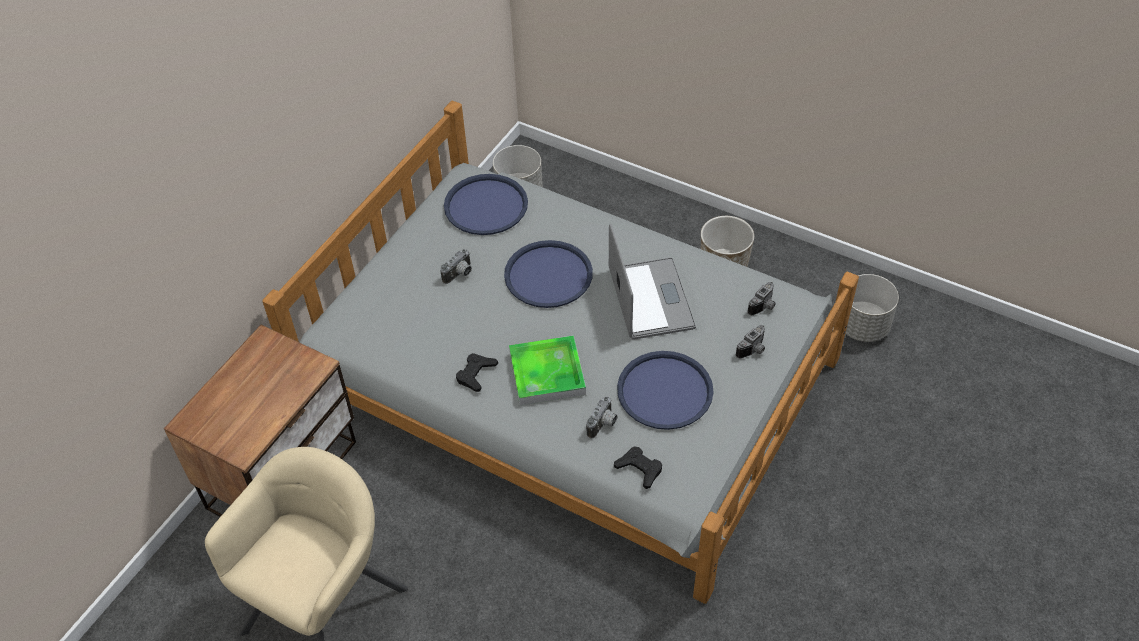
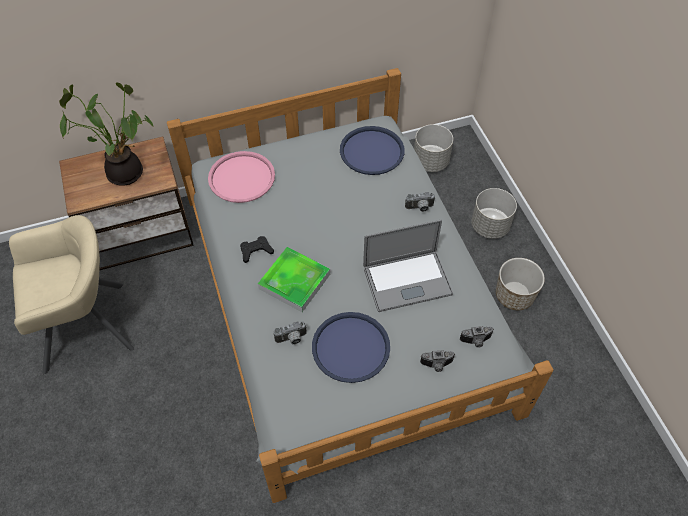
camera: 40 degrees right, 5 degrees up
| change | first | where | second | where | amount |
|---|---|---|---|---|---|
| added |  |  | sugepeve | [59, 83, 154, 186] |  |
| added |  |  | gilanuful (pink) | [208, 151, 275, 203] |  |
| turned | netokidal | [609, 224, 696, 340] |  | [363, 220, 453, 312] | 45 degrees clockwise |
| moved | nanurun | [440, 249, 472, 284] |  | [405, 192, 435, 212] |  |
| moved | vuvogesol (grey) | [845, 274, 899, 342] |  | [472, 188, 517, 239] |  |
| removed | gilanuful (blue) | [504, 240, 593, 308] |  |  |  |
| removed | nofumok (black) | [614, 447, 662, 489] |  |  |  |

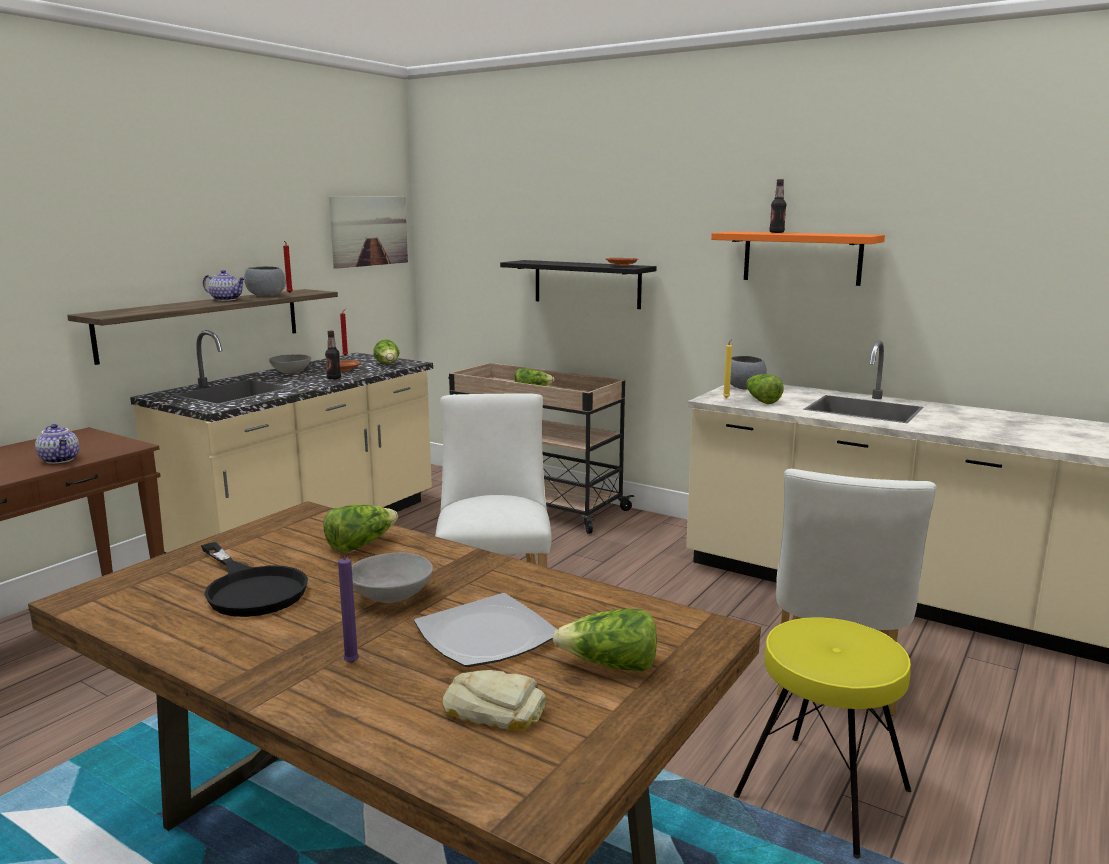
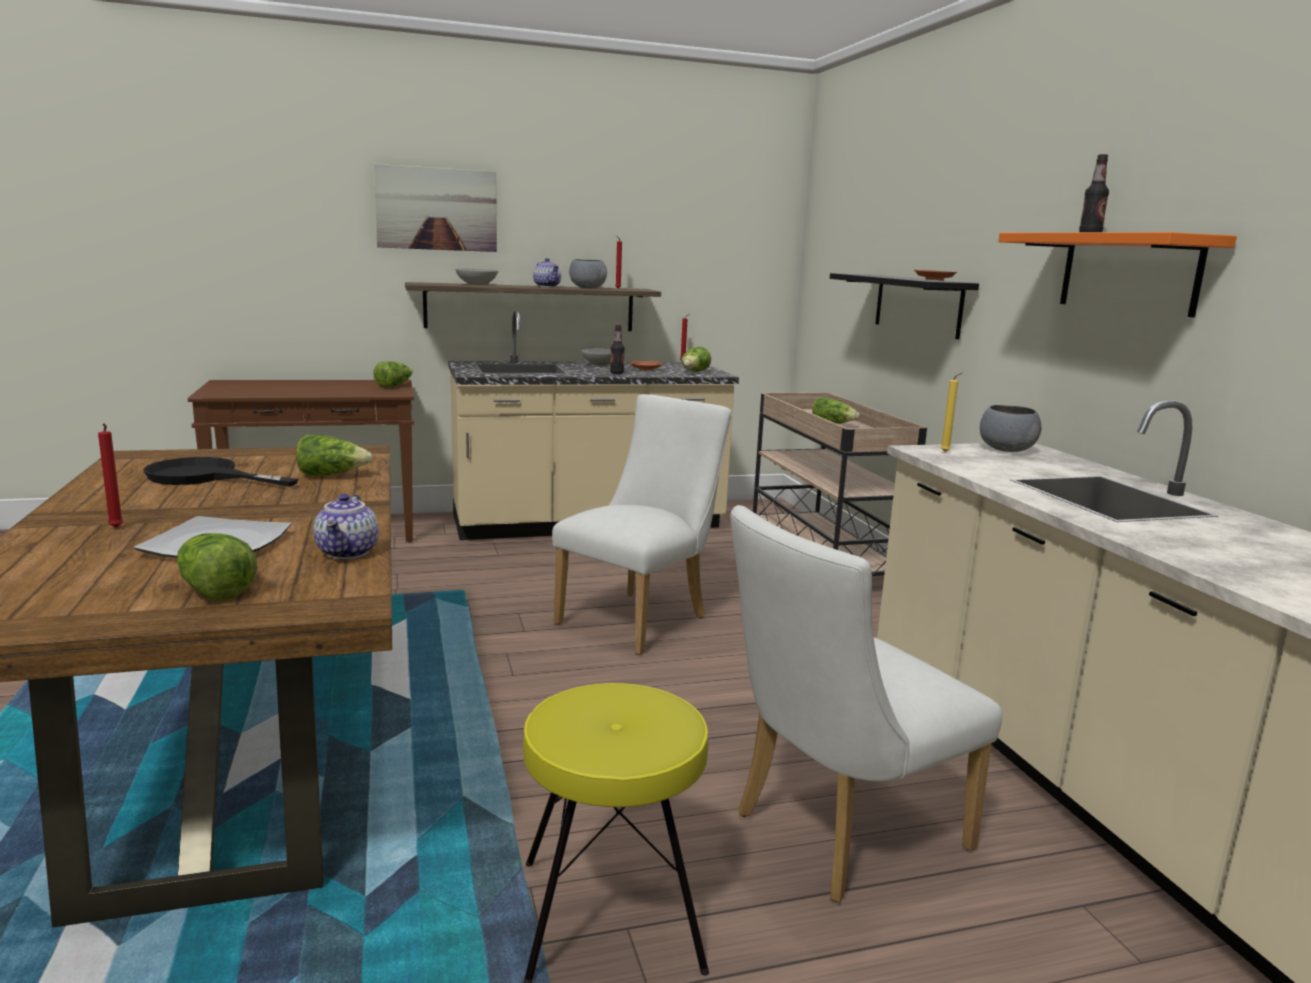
camera: 40 degrees right, 0 degrees up
| change | first | where | second | where | amount |
|---|---|---|---|---|---|
| recoloured | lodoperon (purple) | [338, 550, 359, 663] | lodoperon (red) | [98, 423, 124, 528] |  |
| turned | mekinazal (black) | [201, 542, 308, 617] |  | [143, 457, 298, 487] | 105 degrees clockwise |
| moved | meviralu | [35, 424, 79, 464] |  | [313, 494, 379, 559] |  |
| moved | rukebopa | [746, 374, 783, 404] |  | [373, 361, 413, 388] |  |
| moved | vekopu | [329, 196, 408, 269] |  | [374, 164, 497, 252] |  |
| moved | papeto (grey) | [352, 553, 433, 603] |  | [455, 269, 498, 285] |  |
| removed | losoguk | [443, 670, 546, 730] |  |  |  |

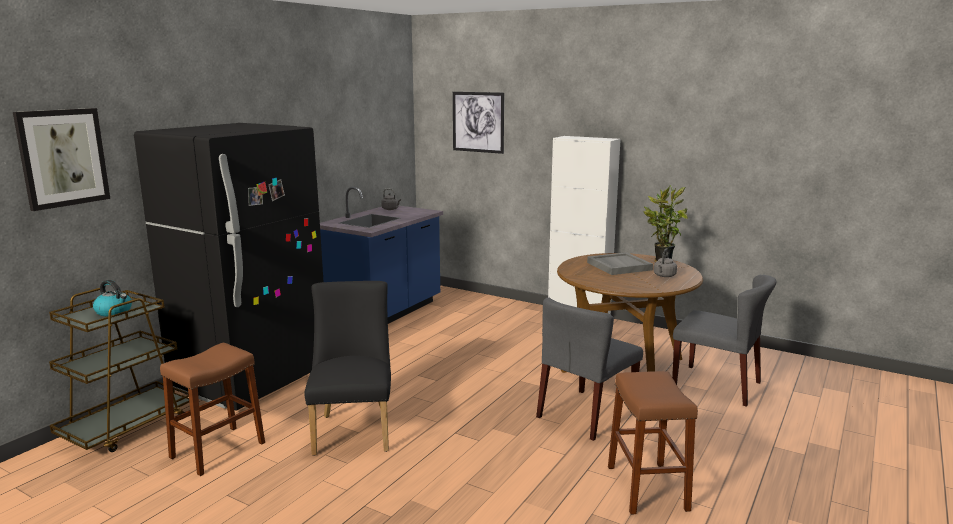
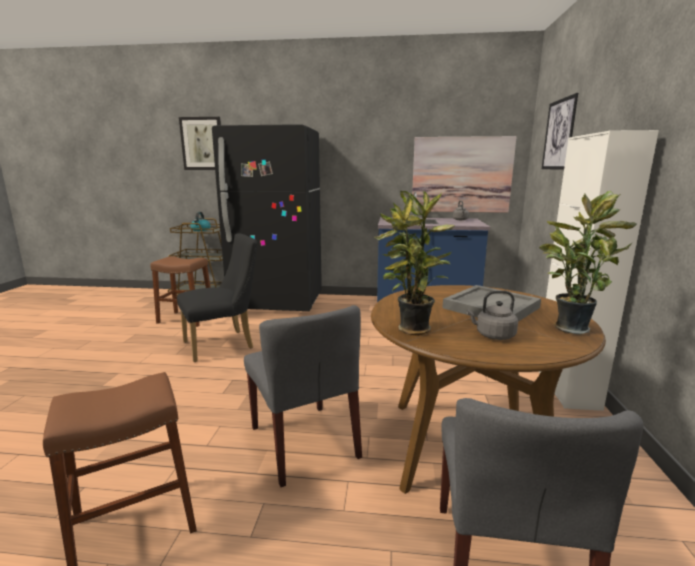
camera: 65 degrees right, 0 degrees up
| change | first | where | second | where | amount |
|---|---|---|---|---|---|
| turned | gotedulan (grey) | [536, 298, 643, 441] |  | [244, 305, 362, 487] | 135 degrees counterclockwise |
| added |  |  | sugepeve | [375, 191, 455, 336] |  |
| added |  |  | vekopu | [412, 136, 517, 213] |  |

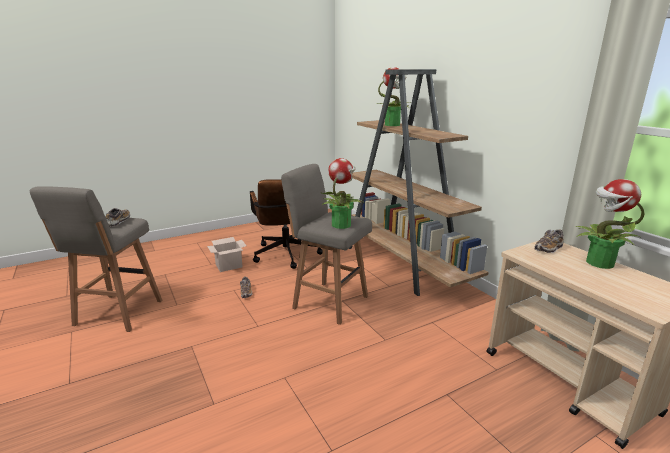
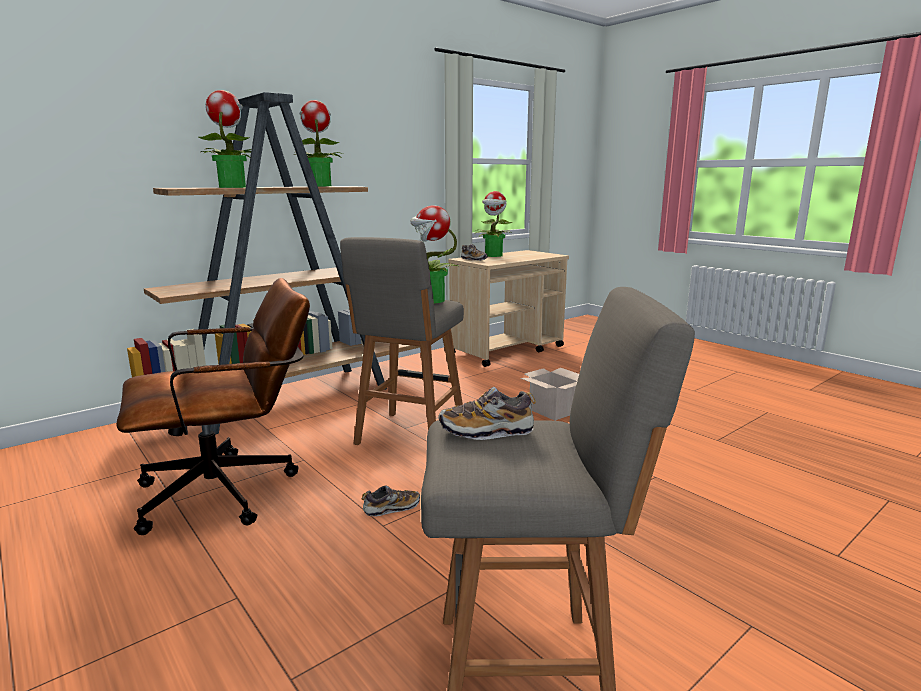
camera: 100 degrees left, 5 degrees down
| change | first | where | second | where | amount |
|---|---|---|---|---|---|
| added |  |  | sugepeve | [293, 100, 343, 186] |  |
| moved | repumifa | [207, 237, 247, 272] |  | [520, 368, 579, 421] |  |

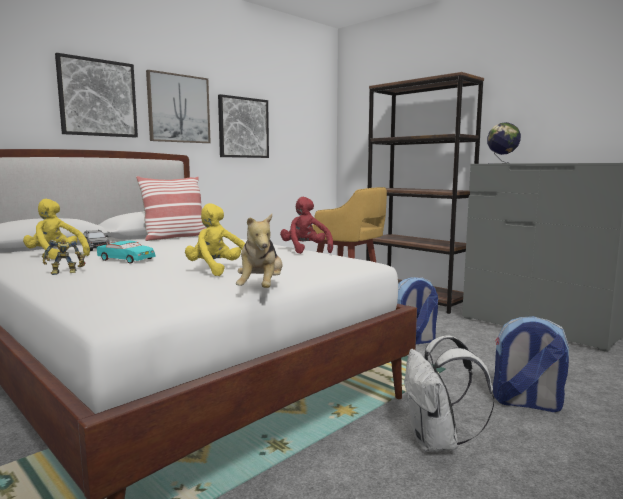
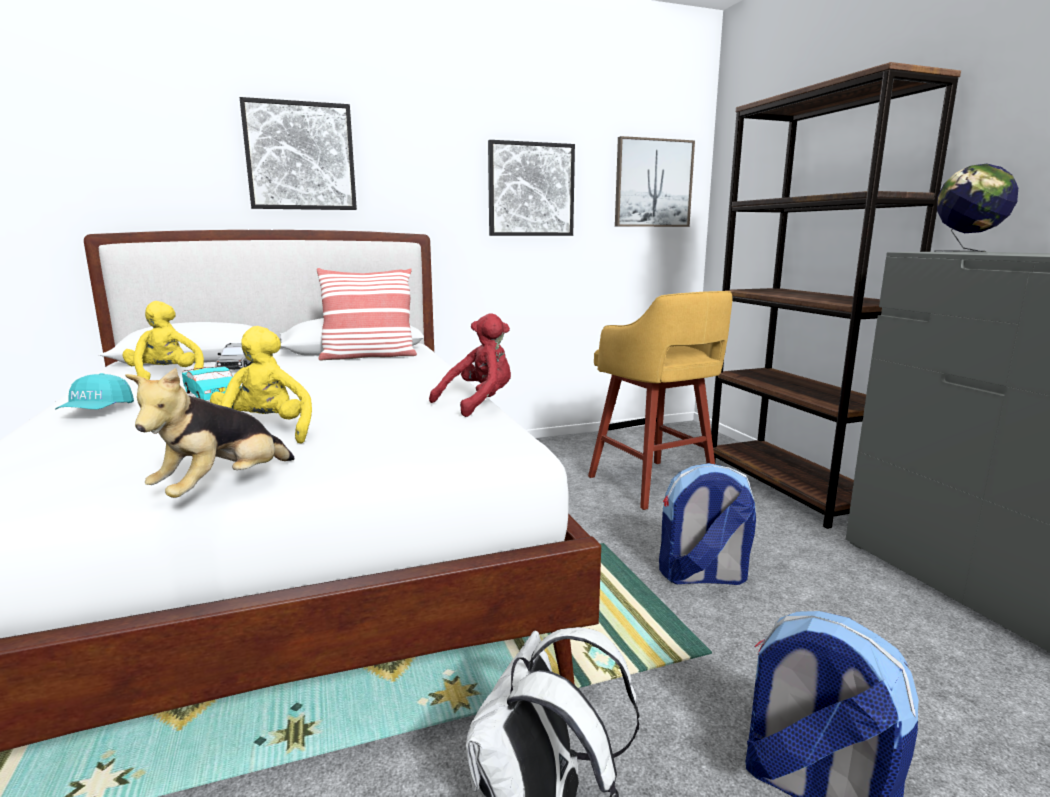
camera: 25 degrees right, 5 degrees up
| change | first | where | second | where | amount |
|---|---|---|---|---|---|
| replaced | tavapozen | [42, 239, 86, 275] | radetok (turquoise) | [55, 373, 134, 410] |  |
| turned | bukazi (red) | [280, 197, 333, 254] |  | [429, 313, 511, 417] | 45 degrees clockwise |
| moved | vekopu | [146, 70, 211, 143] |  | [615, 136, 695, 227] |  |

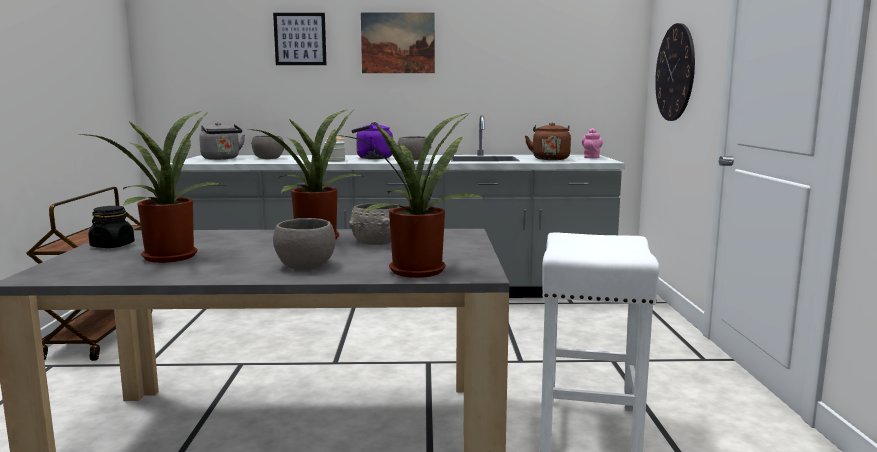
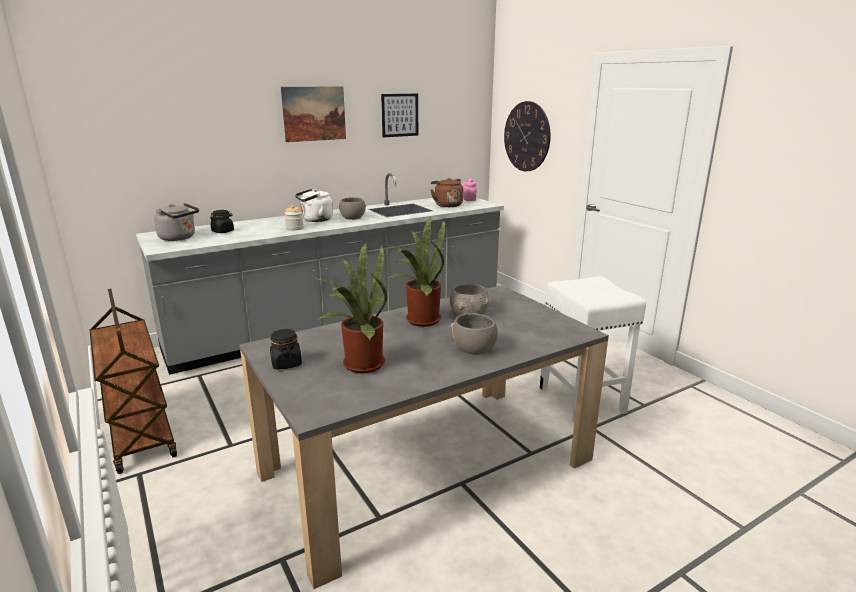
camera: 30 degrees left, 10 degrees up
| change | first | where | second | where | amount |
|---|---|---|---|---|---|
| replaced | papeto (grey) | [251, 135, 284, 159] | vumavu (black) | [210, 210, 234, 233] |  |
| recoloured | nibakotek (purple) | [352, 122, 393, 159] | nibakotek (white) | [295, 189, 333, 222] |  |
| moved | vekopu | [273, 13, 327, 65] |  | [381, 94, 418, 137] |  |
| removed | sugepeve | [336, 113, 486, 278] |  |  |  |

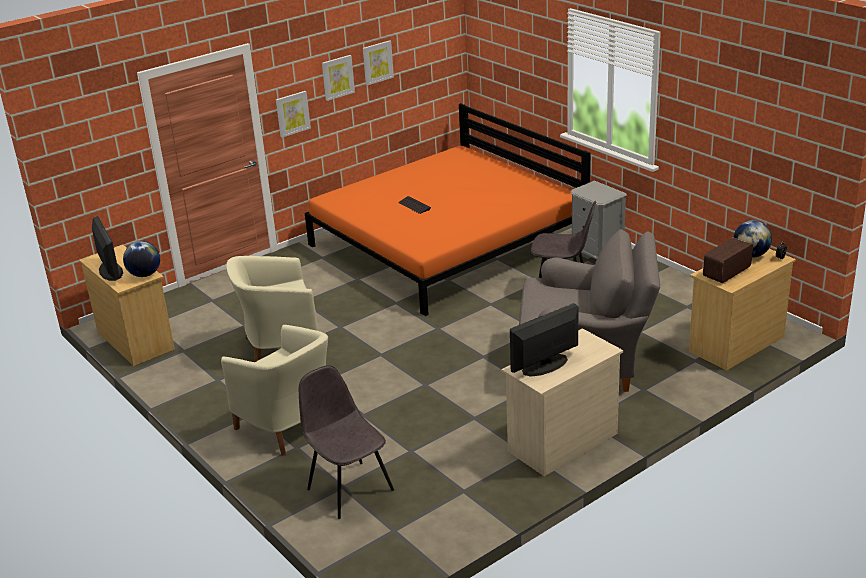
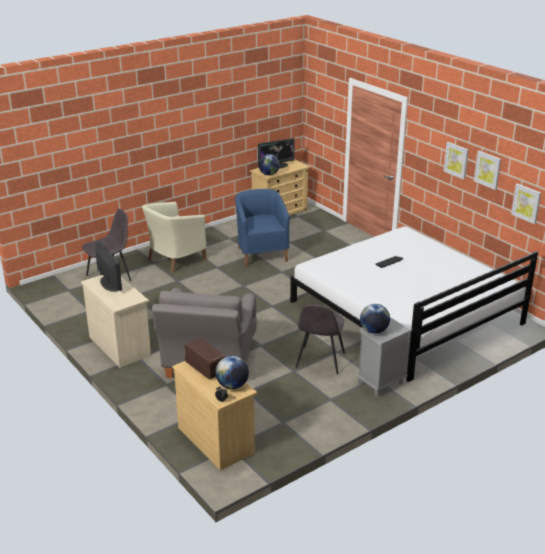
camera: 90 degrees right, 0 degrees up
| change | first | where | second | where | amount |
|---|---|---|---|---|---|
| recoloured | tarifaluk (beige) | [226, 256, 319, 362] | tarifaluk (blue) | [235, 189, 290, 267] |  |
| recoloured | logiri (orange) | [305, 103, 590, 316] | logiri (white) | [290, 226, 538, 382] |  |
| added |  |  | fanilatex | [360, 304, 390, 334] |  |
| moved | vekopu | [276, 91, 311, 138] |  | [511, 183, 541, 224] |  |

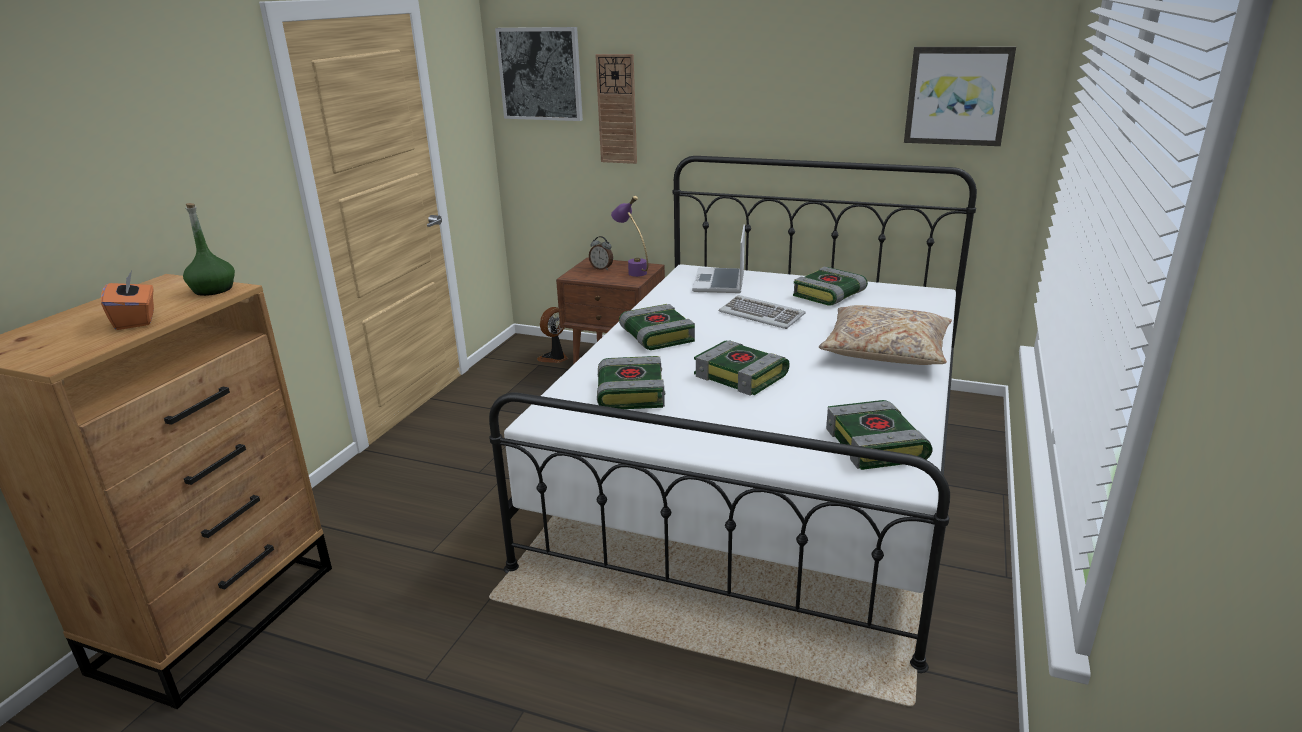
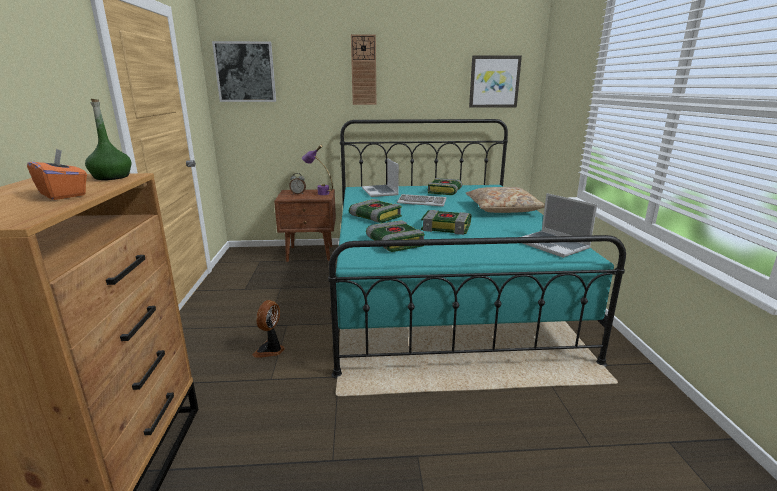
camera: 25 degrees left, 5 degrees down
| change | first | where | second | where | amount |
|---|---|---|---|---|---|
| moved | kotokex | [537, 307, 568, 363] |  | [252, 300, 285, 358] |  |
| recoloured | logiri (white) | [489, 156, 977, 673] | logiri (turquoise) | [328, 119, 626, 378] |  |
| moved | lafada | [595, 54, 637, 164] |  | [351, 34, 376, 105] |  |
| replaced | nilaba | [826, 400, 933, 470] | netokidal | [522, 193, 597, 258] |  |

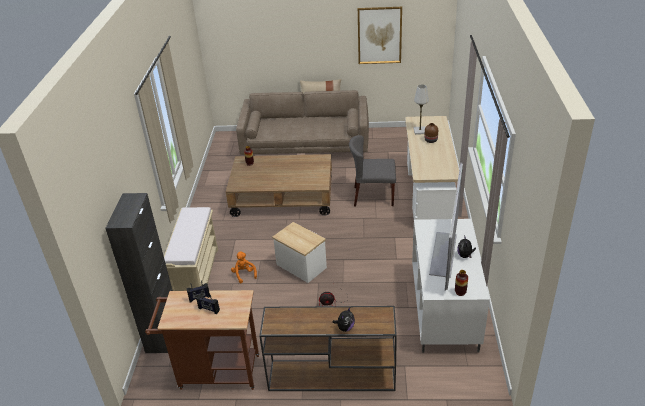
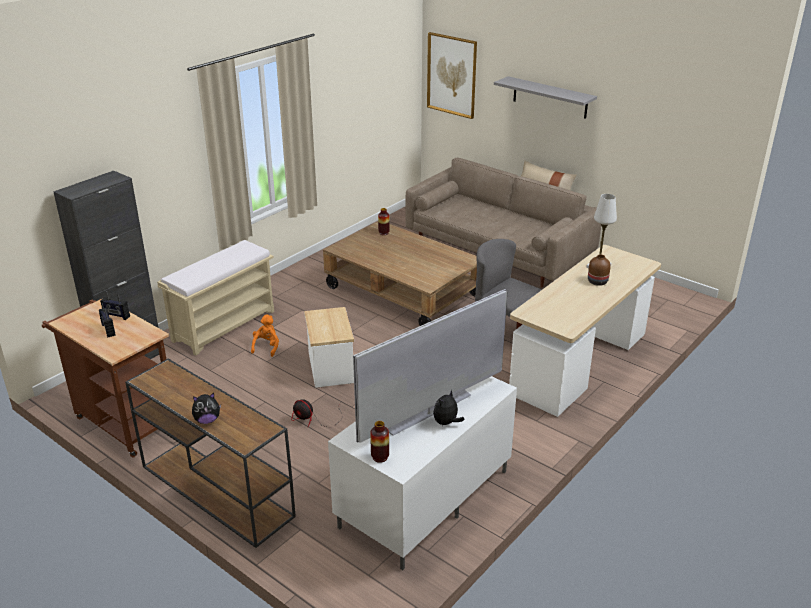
camera: 35 degrees right, 5 degrees down
| change | first | where | second | where | amount |
|---|---|---|---|---|---|
| moved | vekopu | [358, 7, 402, 64] |  | [427, 32, 477, 119] |  |
| added |  |  | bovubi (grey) | [494, 76, 597, 119] |  |

